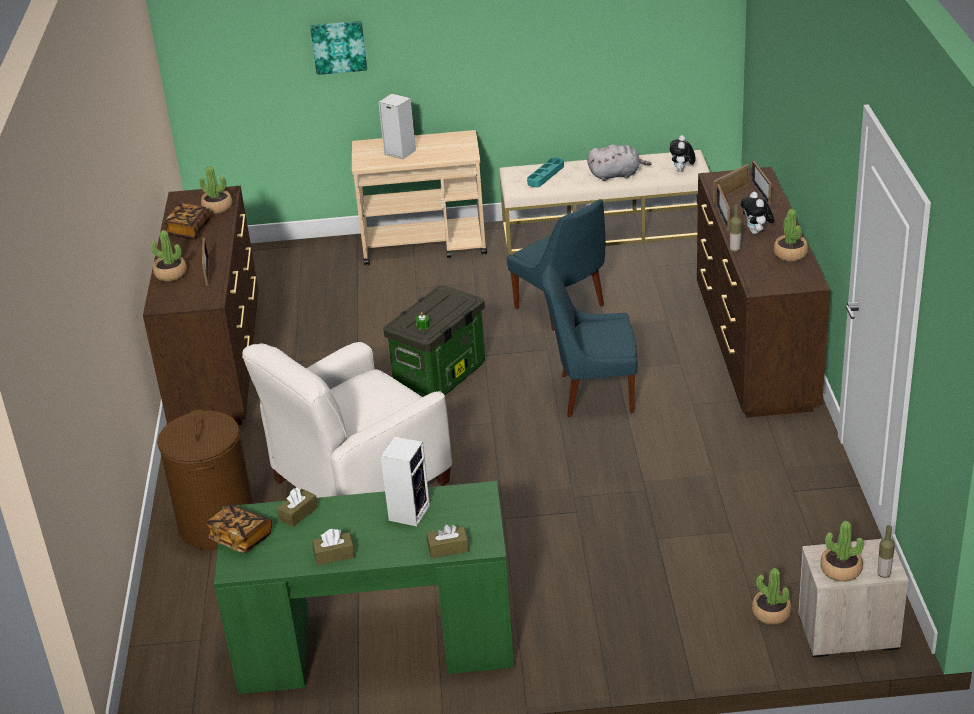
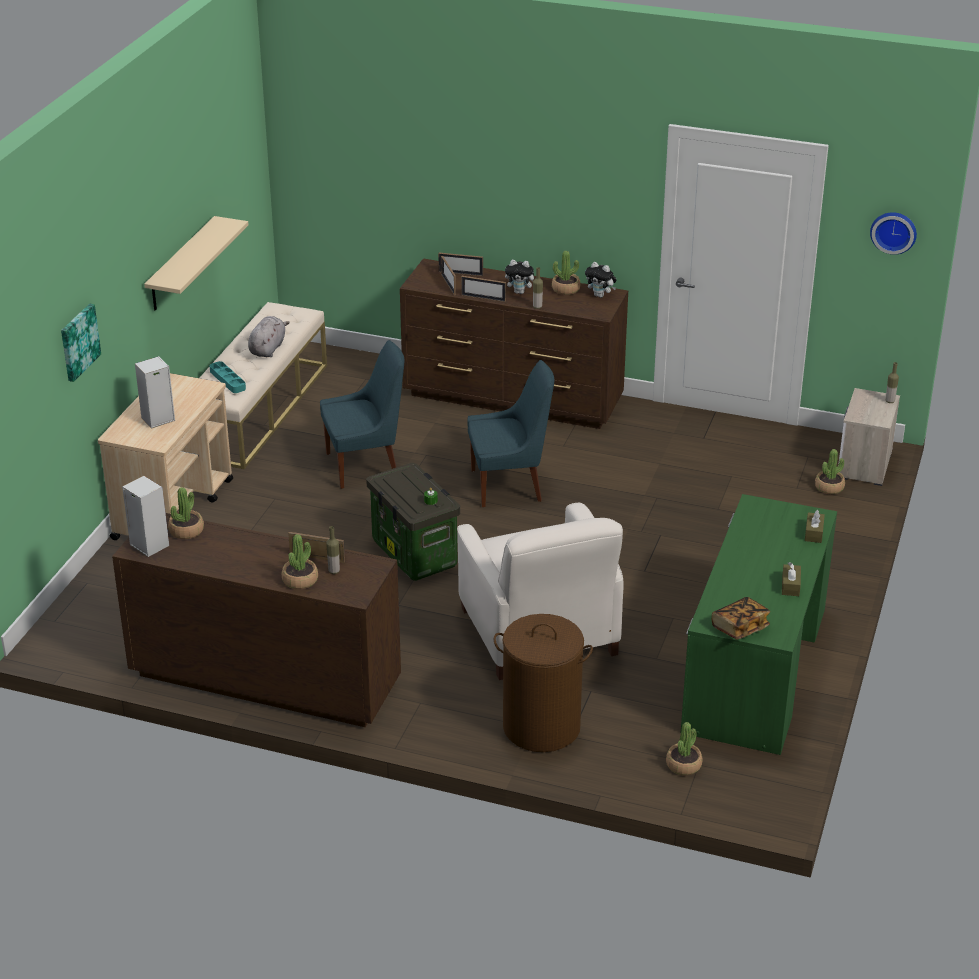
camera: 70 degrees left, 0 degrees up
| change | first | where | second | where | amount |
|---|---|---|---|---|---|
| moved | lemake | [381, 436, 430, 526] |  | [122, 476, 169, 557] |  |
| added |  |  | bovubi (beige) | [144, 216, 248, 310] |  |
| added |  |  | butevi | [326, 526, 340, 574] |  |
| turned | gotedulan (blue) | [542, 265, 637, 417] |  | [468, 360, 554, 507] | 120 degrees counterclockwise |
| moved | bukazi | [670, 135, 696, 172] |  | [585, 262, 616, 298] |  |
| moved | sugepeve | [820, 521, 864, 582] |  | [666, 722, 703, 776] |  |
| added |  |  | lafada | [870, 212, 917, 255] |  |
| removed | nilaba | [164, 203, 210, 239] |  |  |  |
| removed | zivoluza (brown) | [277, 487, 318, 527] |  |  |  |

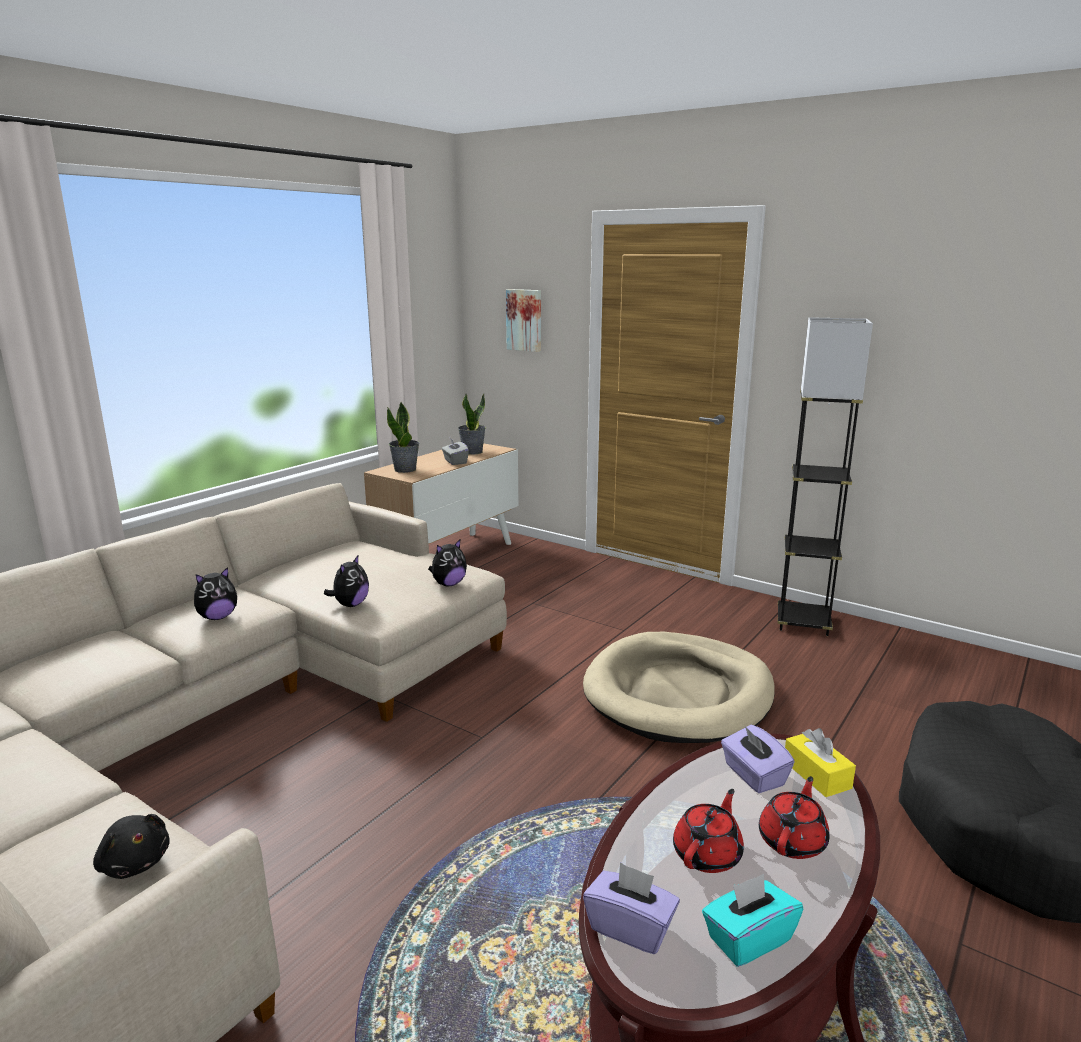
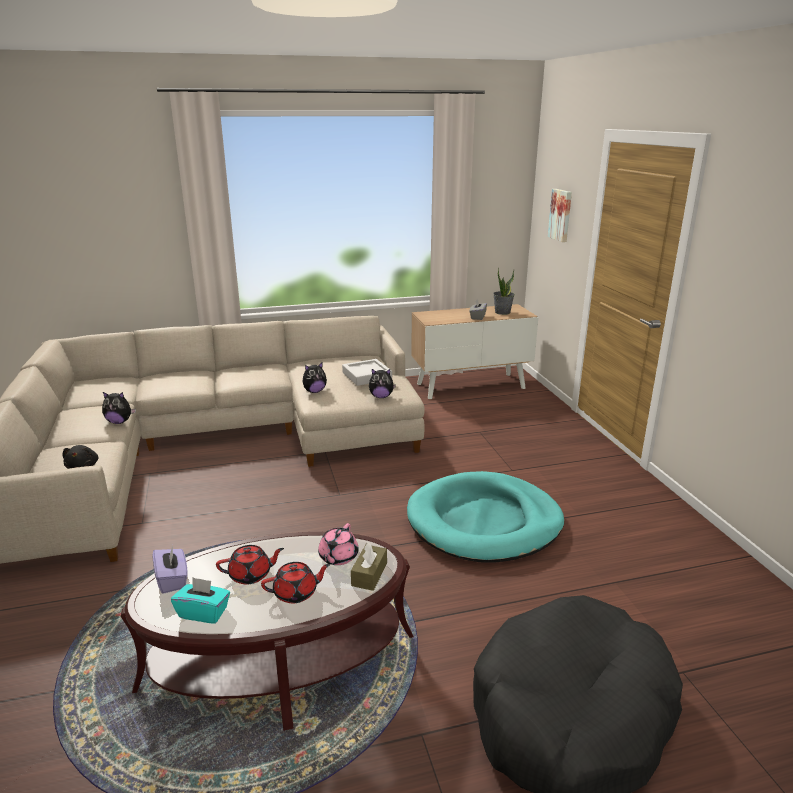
camera: 40 degrees right, 5 degrees up
| change | first | where | second | where | amount |
|---|---|---|---|---|---|
| moved | bukazi | [194, 567, 237, 620] |  | [102, 392, 136, 424] |  |
| replaced | zivoluza (purple) | [721, 725, 795, 793] | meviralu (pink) | [318, 523, 359, 565] |  |
| added |  |  | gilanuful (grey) | [342, 359, 392, 386] |  |
| recoloured | zivoluza (yellow) | [785, 728, 856, 797] | zivoluza (brown) | [351, 542, 387, 591] |  |
| recoloured | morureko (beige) | [583, 632, 775, 743] | morureko (turquoise) | [407, 471, 564, 562] |  |
| removed | sugepeve | [387, 402, 419, 473] |  |  |  |
| removed | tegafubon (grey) | [777, 317, 873, 636] |  |  |  |

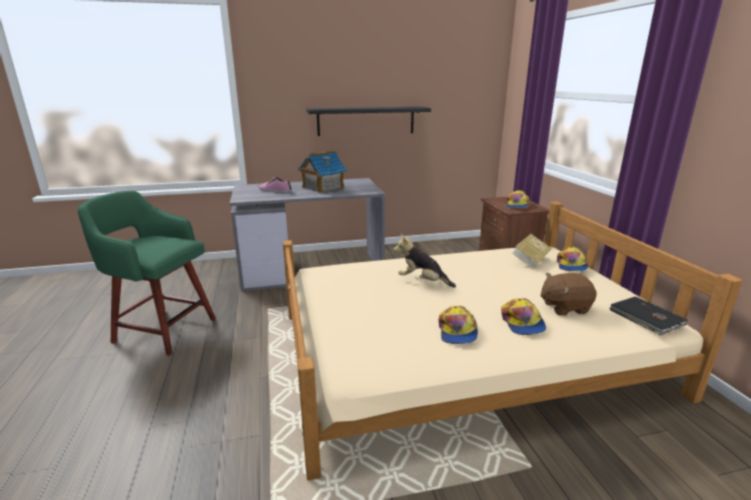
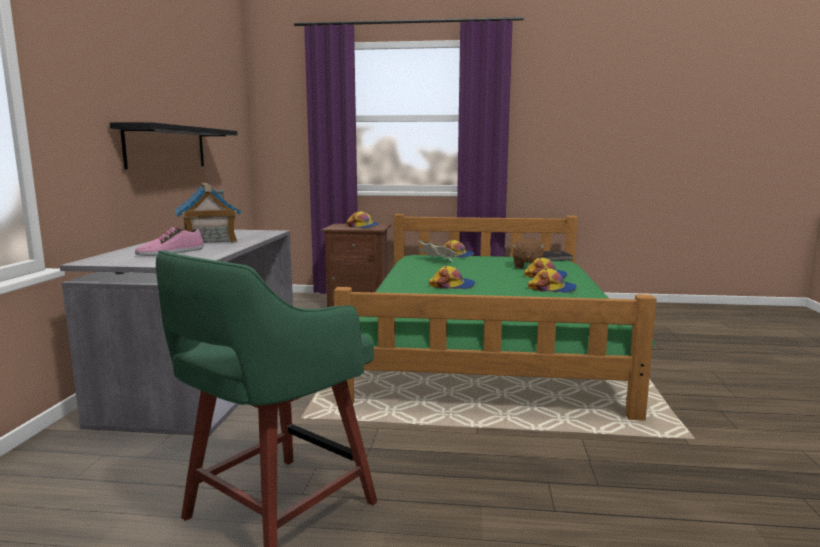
camera: 70 degrees left, 10 degrees down
| change | first | where | second | where | amount |
|---|---|---|---|---|---|
| recoloured | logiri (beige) | [283, 201, 742, 481] | logiri (green) | [333, 214, 657, 421] |  |
| replaced | bukazi | [394, 234, 456, 288] | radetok | [429, 266, 475, 289] |  |

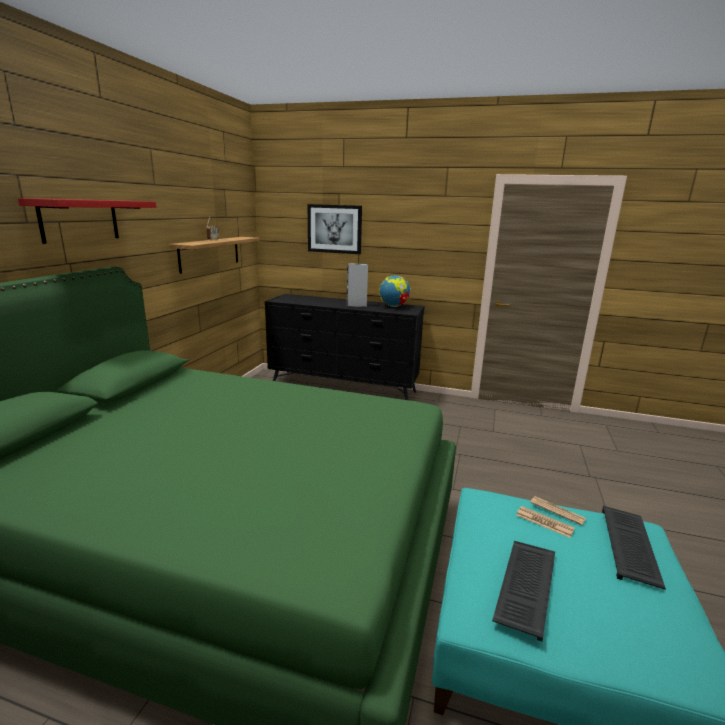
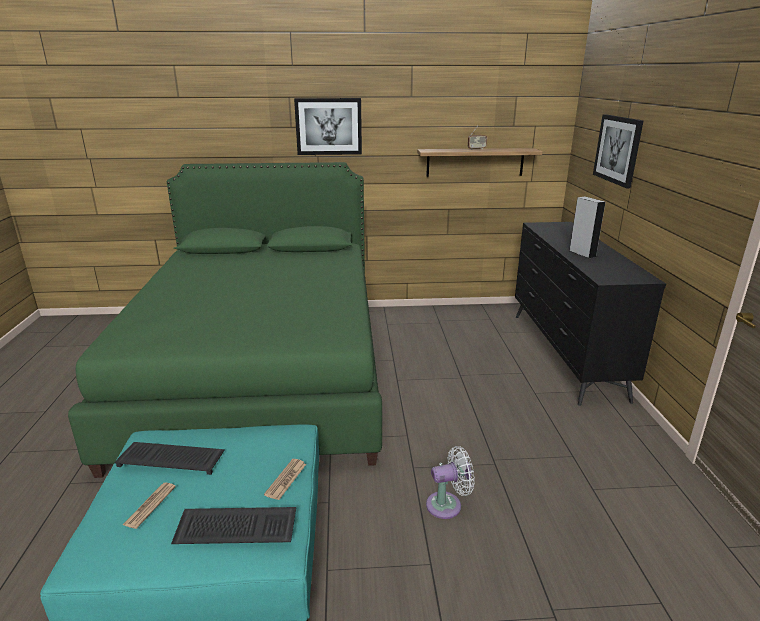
camera: 70 degrees right, 5 degrees up
| change | first | where | second | where | amount |
|---|---|---|---|---|---|
| moved | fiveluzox | [516, 506, 575, 538] |  | [123, 483, 176, 529] |  |
| replaced | bovubi (red) | [18, 198, 156, 244] | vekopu | [294, 98, 362, 155] |  |
| added |  |  | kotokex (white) | [426, 446, 475, 519] |  |
| removed | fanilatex | [379, 275, 411, 307] |  |  |  |

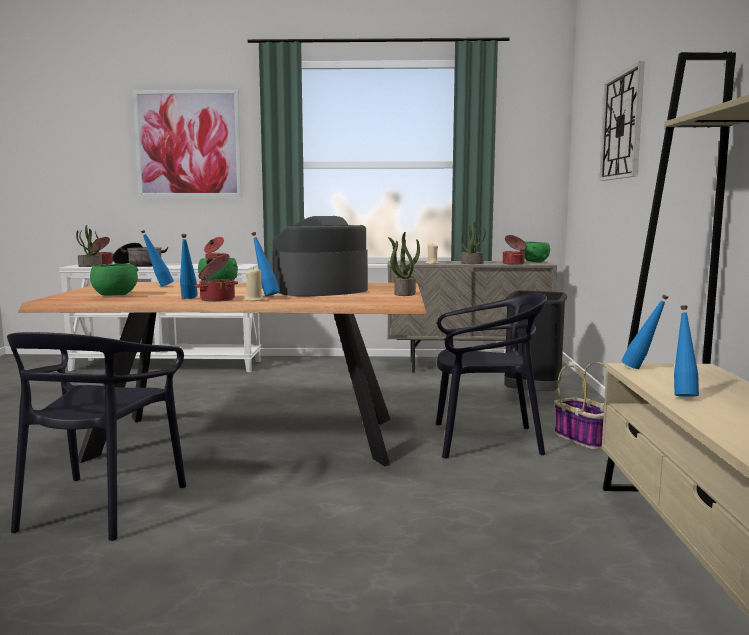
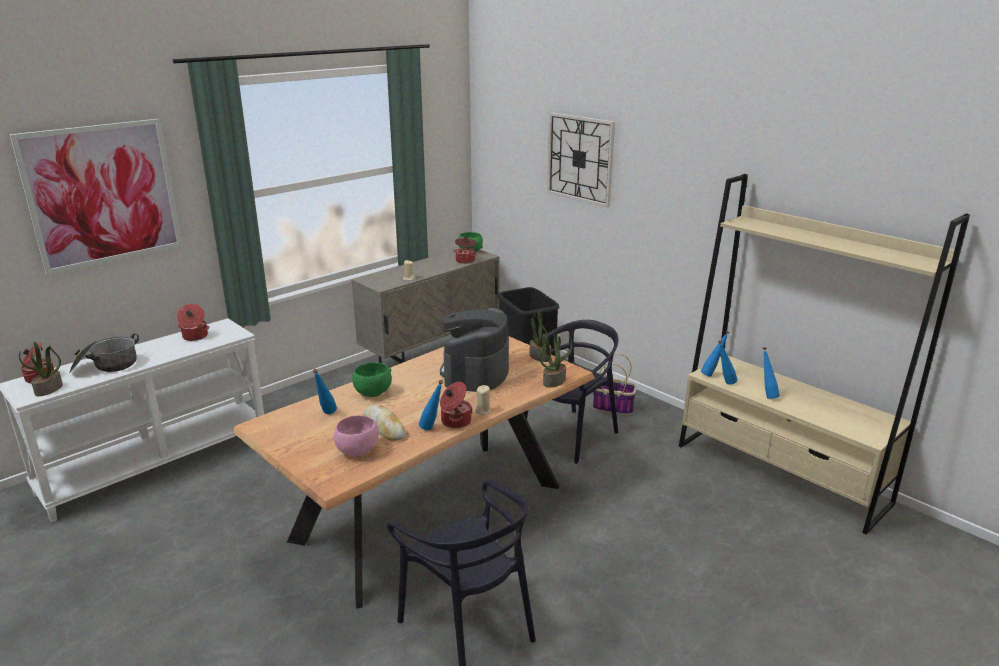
camera: 45 degrees left, 15 degrees up
| change | first | where | second | where | amount |
|---|---|---|---|---|---|
| recoloured | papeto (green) | [90, 263, 138, 296] | papeto (pink) | [334, 415, 379, 456] |  |
| added |  |  | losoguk | [364, 404, 406, 441] |  |
| moved | sugepeve | [461, 222, 486, 264] |  | [539, 333, 572, 387] |  |
| moved | butevi (blue) | [251, 232, 280, 296] |  | [718, 340, 737, 385] |  |

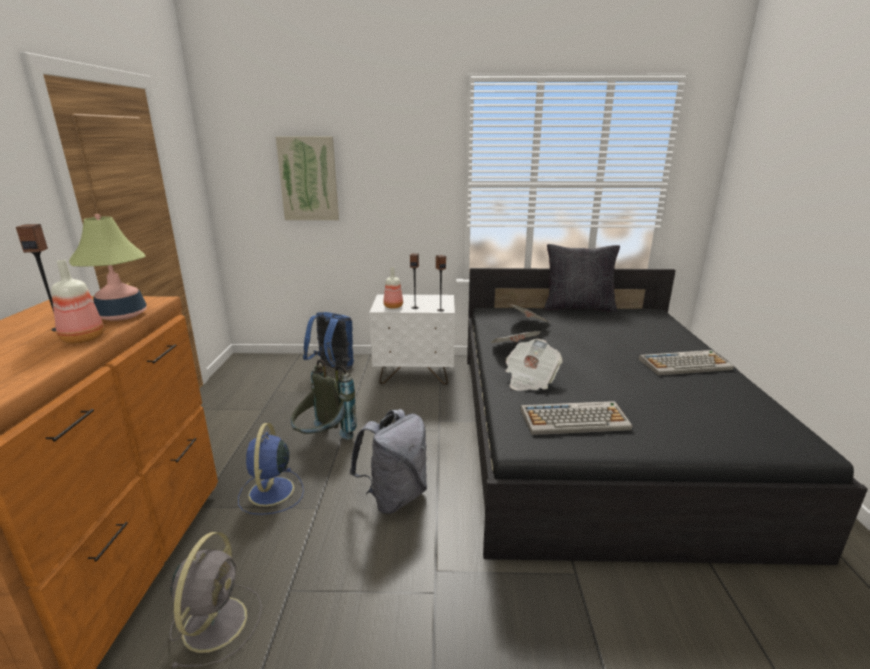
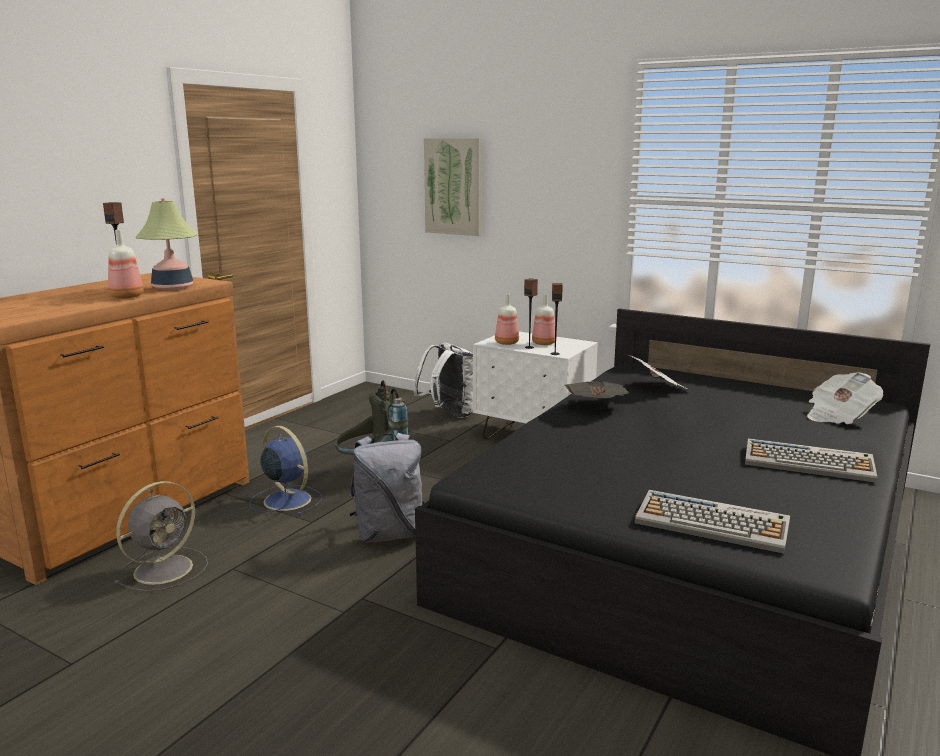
camera: 30 degrees right, 5 degrees down
| change | first | where | second | where | amount |
|---|---|---|---|---|---|
| turned | kotokex (blue) | [238, 423, 304, 515] |  | [249, 426, 322, 515] | 105 degrees clockwise |
| recoloured | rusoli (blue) | [303, 312, 354, 370] | rusoli (white) | [414, 342, 473, 418] |  |
| added |  |  | butevi | [532, 294, 555, 345] |  |
| moved | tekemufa | [520, 401, 633, 435] |  | [635, 490, 790, 553] |  |
| moved | fiveluzox | [506, 339, 563, 391] |  | [807, 372, 883, 424] |  |
| removed | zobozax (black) | [544, 244, 620, 312] |  |  |  |

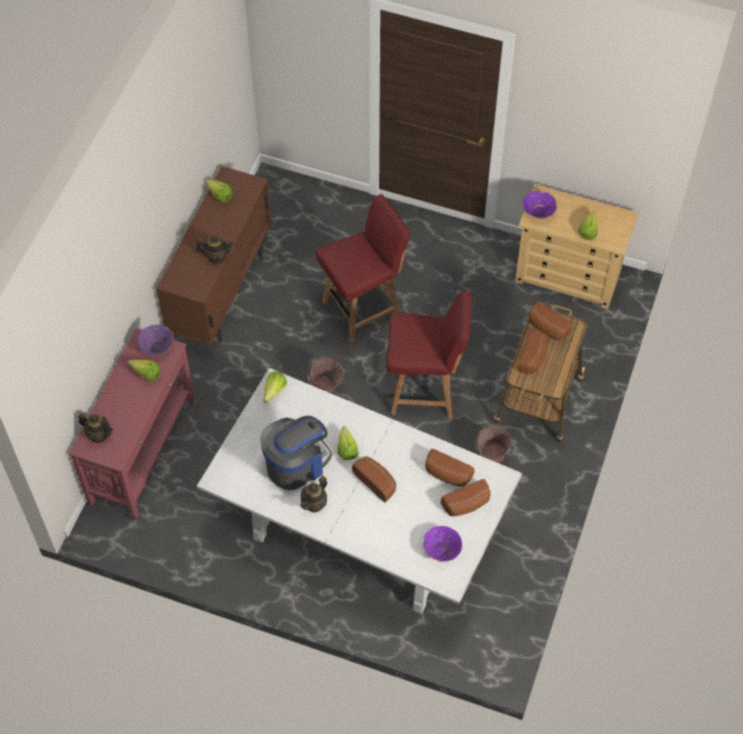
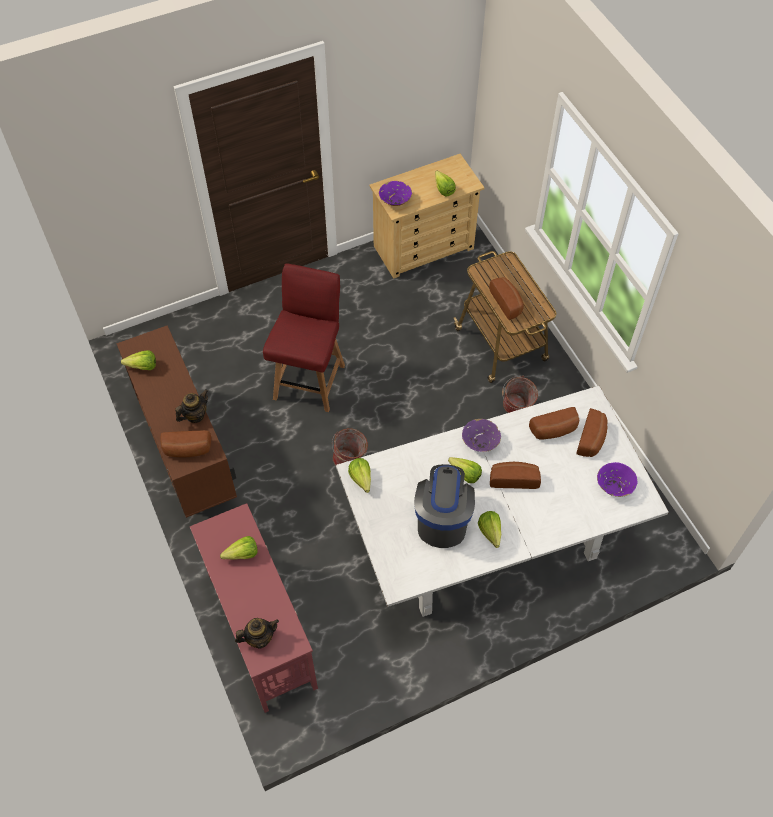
camera: 45 degrees left, 0 degrees up
| change | first | where | second | where | amount |
|---|---|---|---|---|---|
| moved | losoguk | [528, 301, 572, 341] |  | [160, 430, 211, 458] |  |
| moved | papeto (purple) | [138, 325, 174, 356] |  | [462, 419, 501, 452] |  |
| replaced | meviralu | [300, 476, 327, 513] | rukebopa | [478, 511, 501, 548] |  |
| removed | gotedulan (red) | [387, 291, 471, 418] |  |  |  |

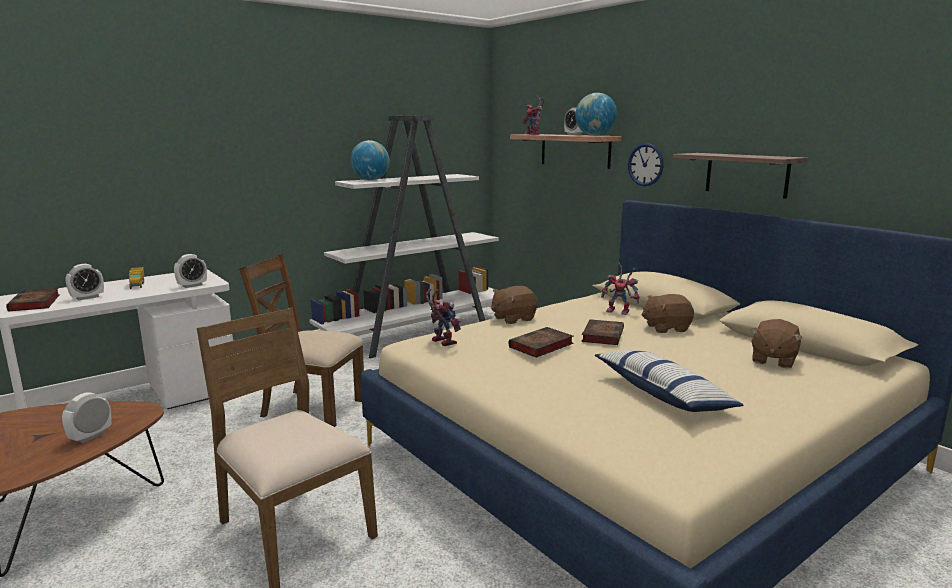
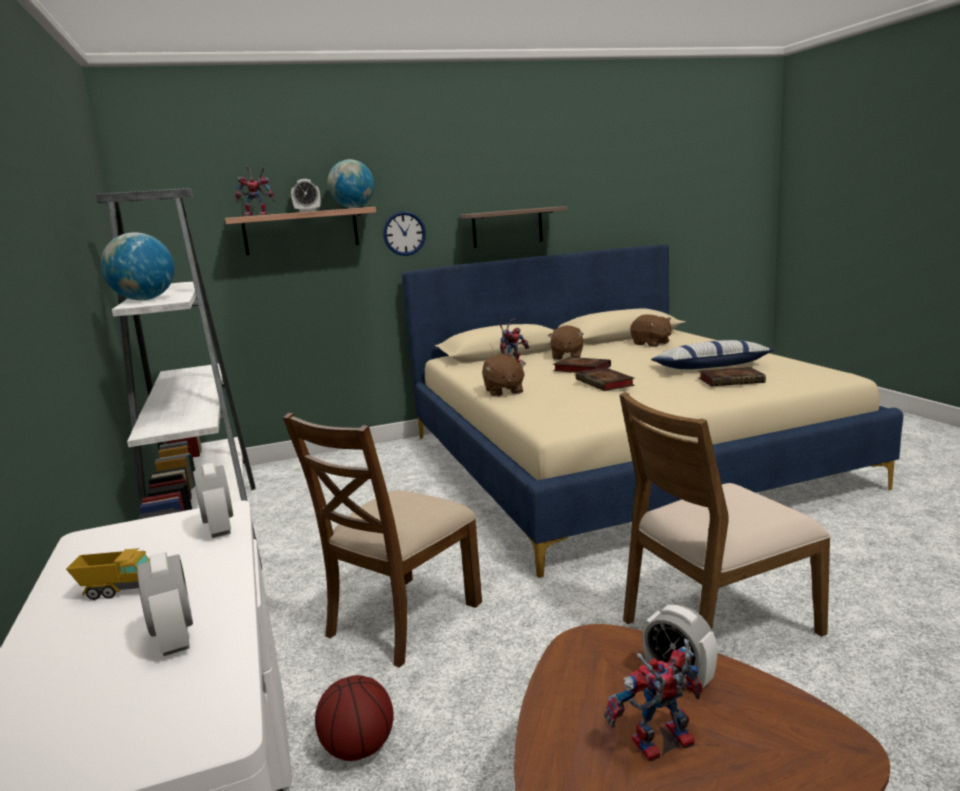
camera: 70 degrees left, 0 degrees up
| change | first | where | second | where | amount |
|---|---|---|---|---|---|
| added |  |  | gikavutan | [315, 675, 394, 761] |  |
| moved | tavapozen | [426, 289, 461, 346] |  | [604, 638, 702, 761] |  |
| moved | nilaba | [6, 288, 60, 311] |  | [699, 367, 766, 386] |  |

